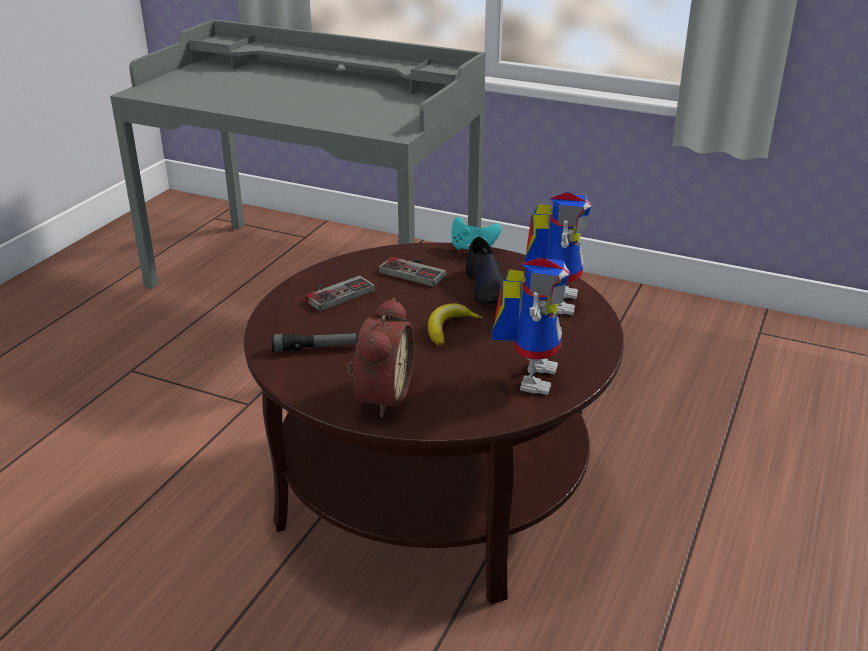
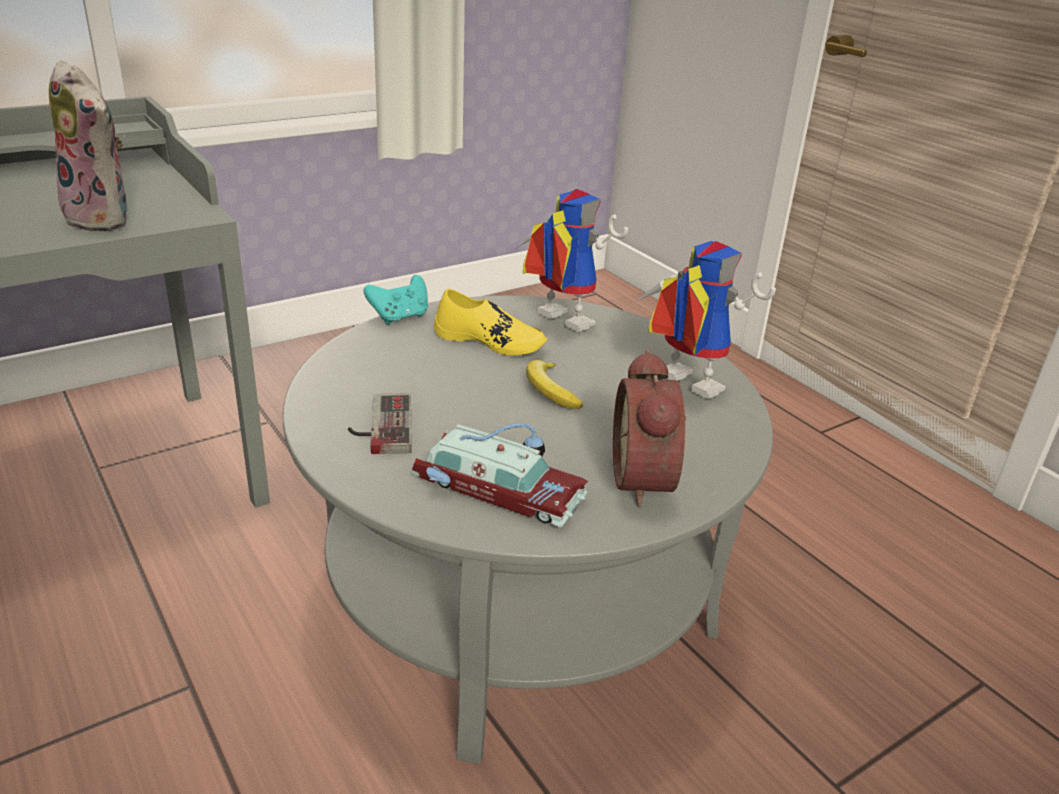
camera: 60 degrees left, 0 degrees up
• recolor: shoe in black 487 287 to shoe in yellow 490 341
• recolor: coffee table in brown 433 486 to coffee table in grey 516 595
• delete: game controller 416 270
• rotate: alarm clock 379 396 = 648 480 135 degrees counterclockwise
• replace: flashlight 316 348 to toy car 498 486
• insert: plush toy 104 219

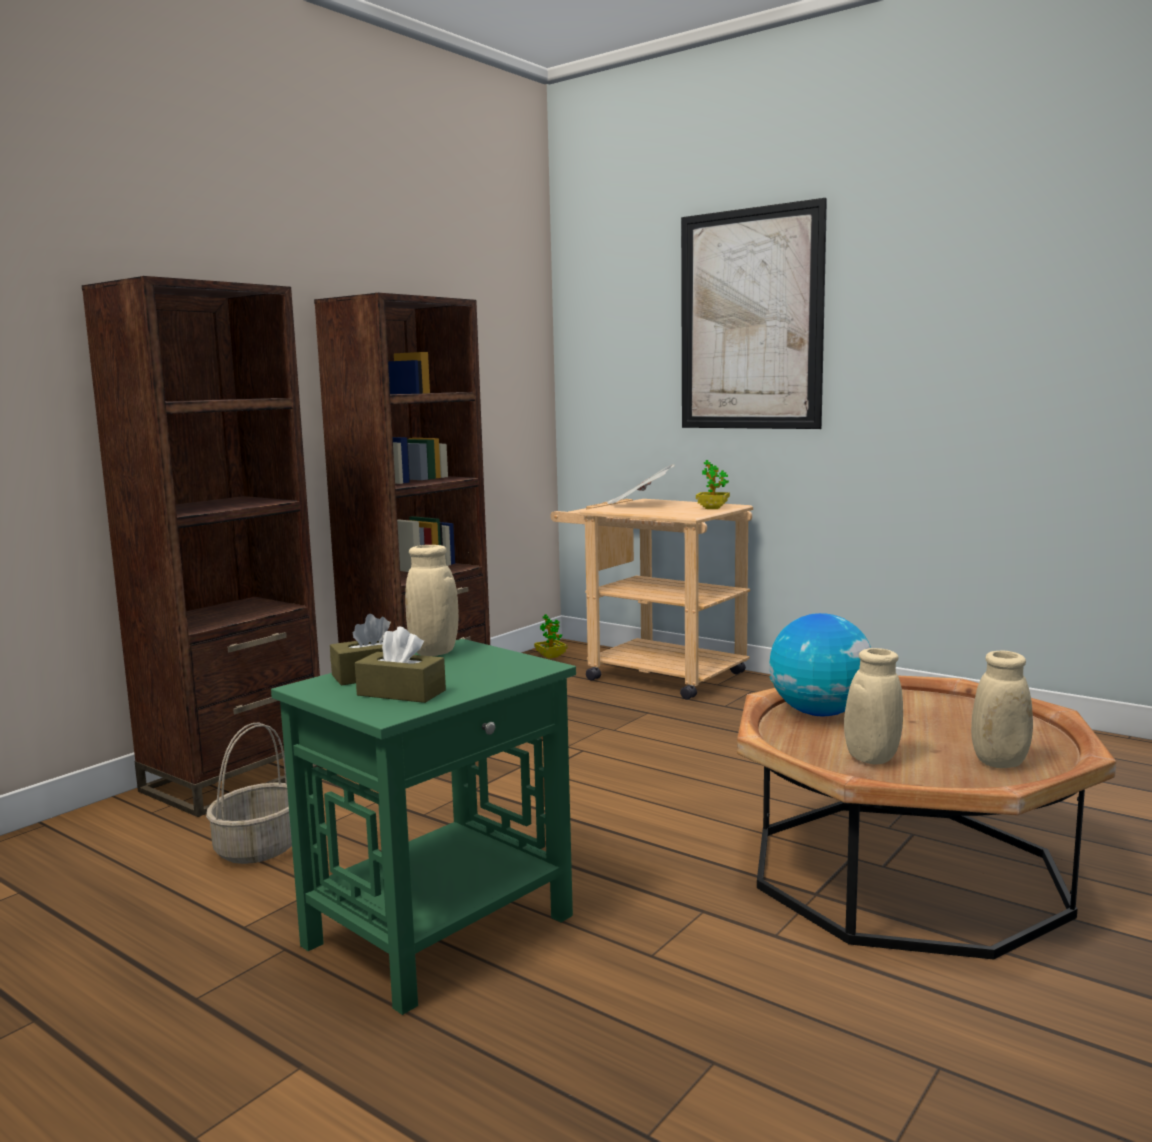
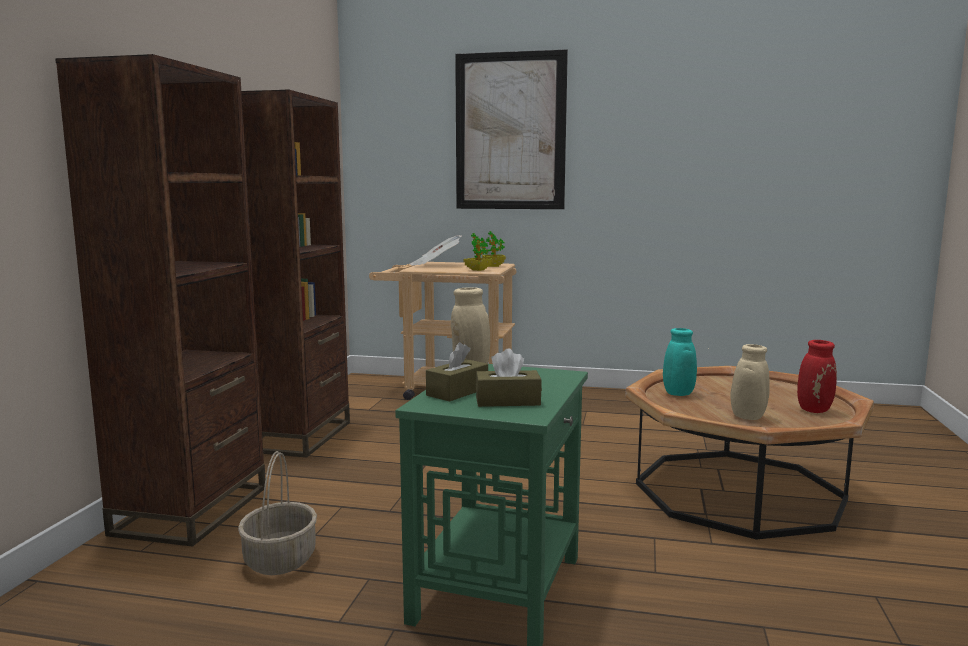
camera: 25 degrees left, 0 degrees up
• replace: globe 819 713 to vase in turquoise 677 395
• move: potted plant 551 656 to 478 270
• recolor: vase in beige 1002 763 to vase in red 814 410

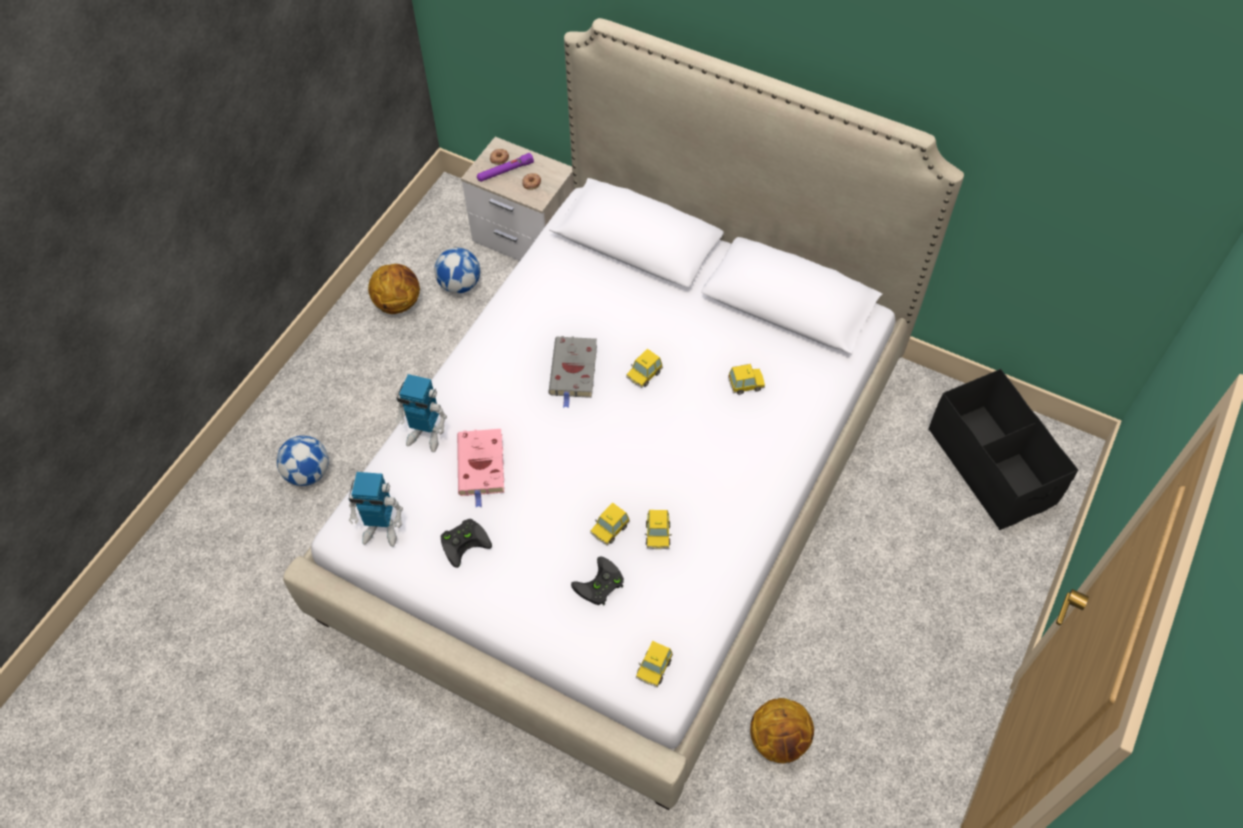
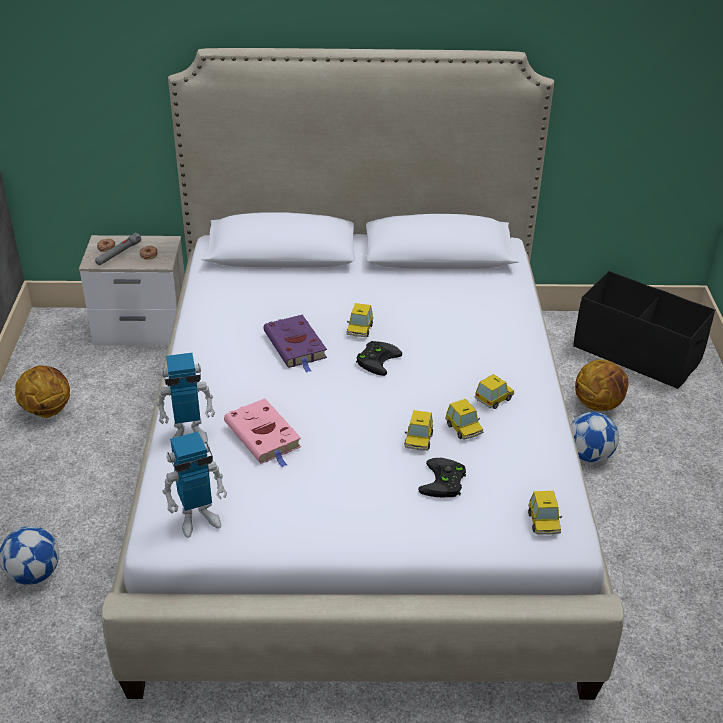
camera: 30 degrees left, 20 degrees down
• recolor: flashlight in purple 505 171 to flashlight in grey 118 253
• move: football 460 284 to 589 455
• recolor: book in grey 573 372 to book in purple 296 346
• move: toy car 746 384 to 494 399
• move: game controller in black 465 541 to 377 359
• move: basketball 779 740 to 598 404

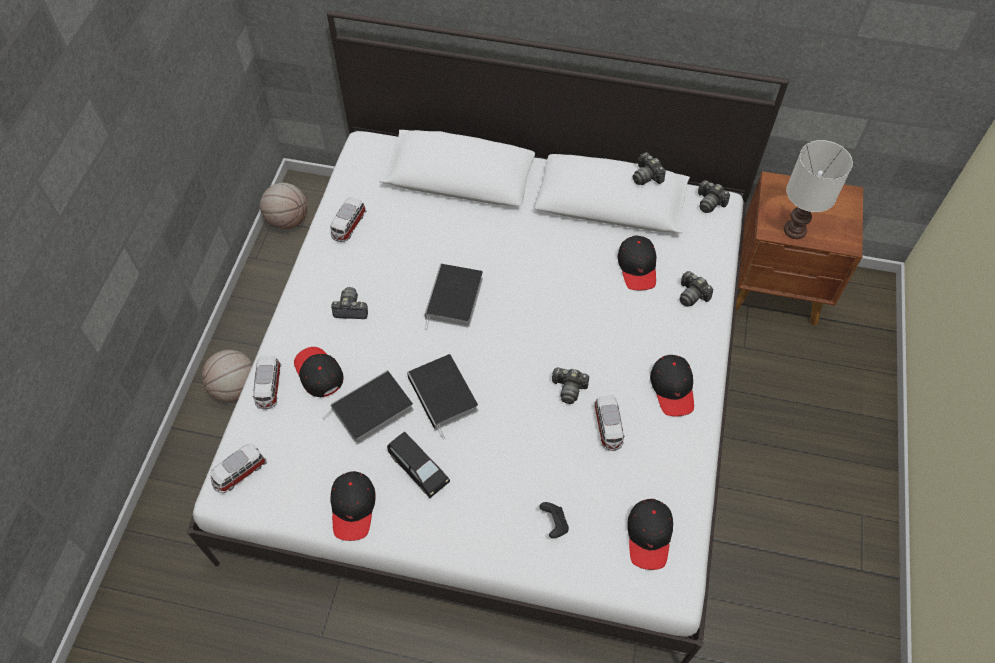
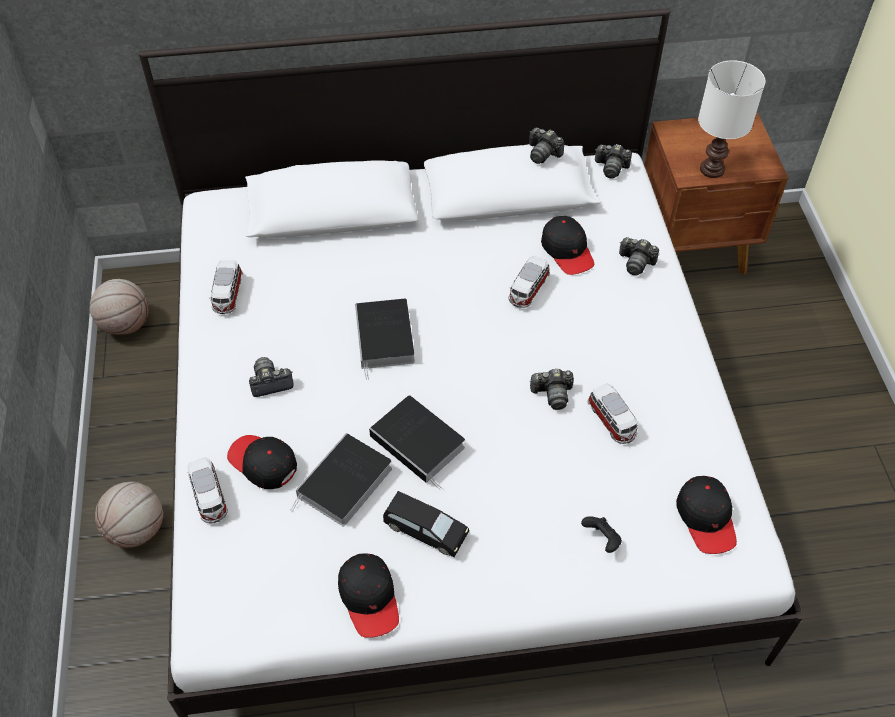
camera: 20 degrees left, 5 degrees down
• delete: cap in black 672 388
• move: toy car 239 473 to 528 290

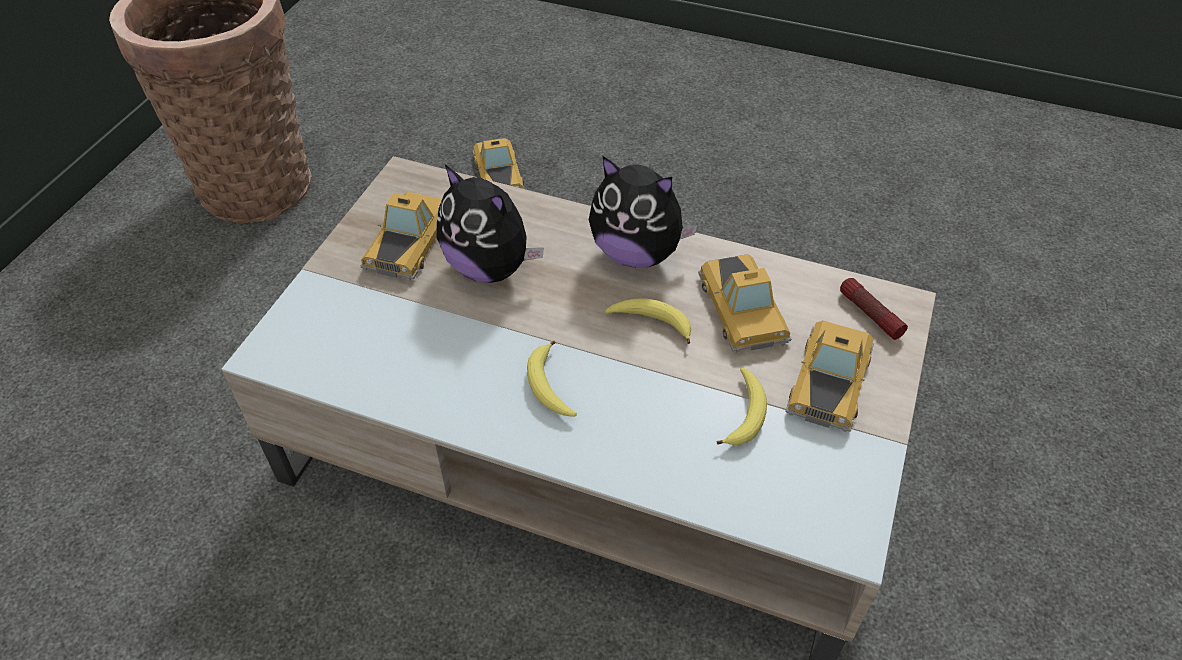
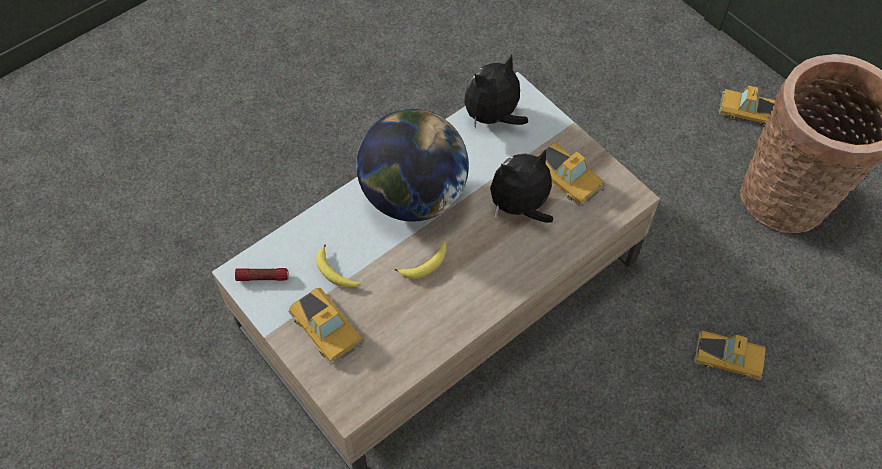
camera: 120 degrees right, 10 degrees up
• move: plush toy 636 253 to 493 117
• move: toy car 742 310 to 747 110
• move: flashlight 870 314 to 263 277
• replace: banana 550 386 to globe 413 196

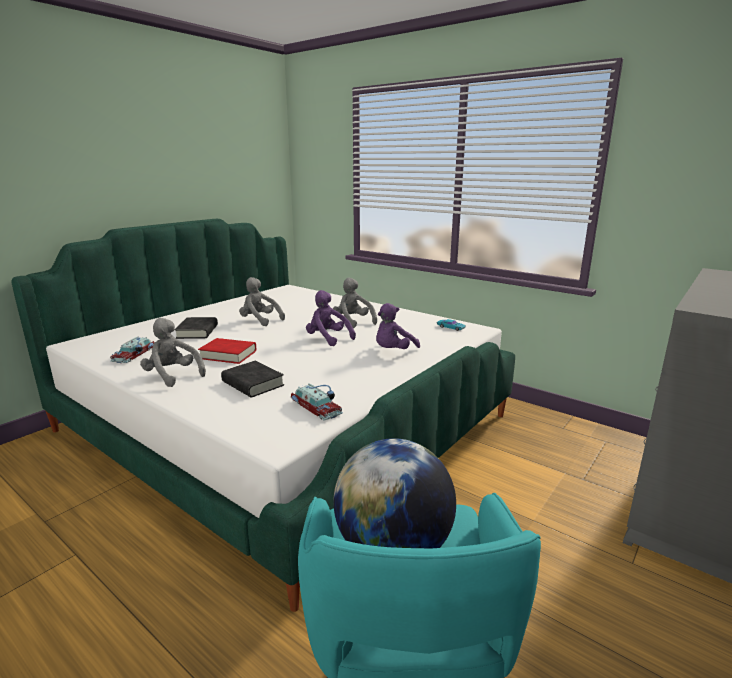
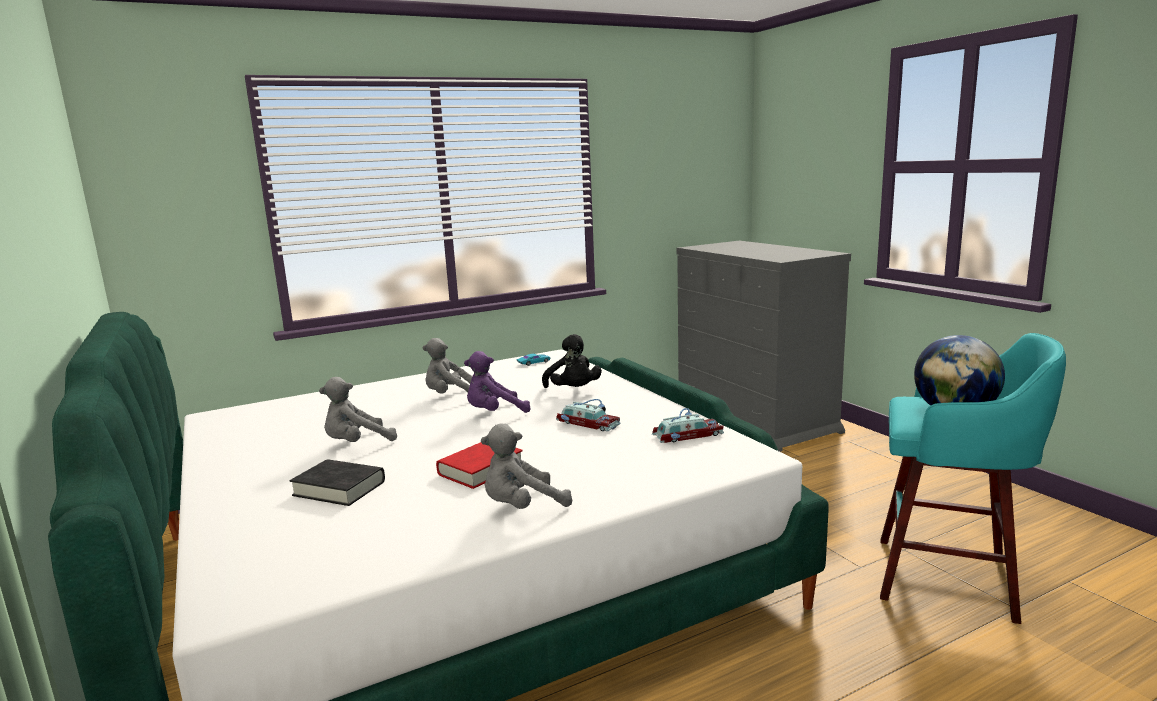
camera: 65 degrees left, 5 degrees down
• recolor: plush toy in purple 393 351 to plush toy in black 573 391
• move: toy car 135 354 to 588 423
• delete: book in black 252 384

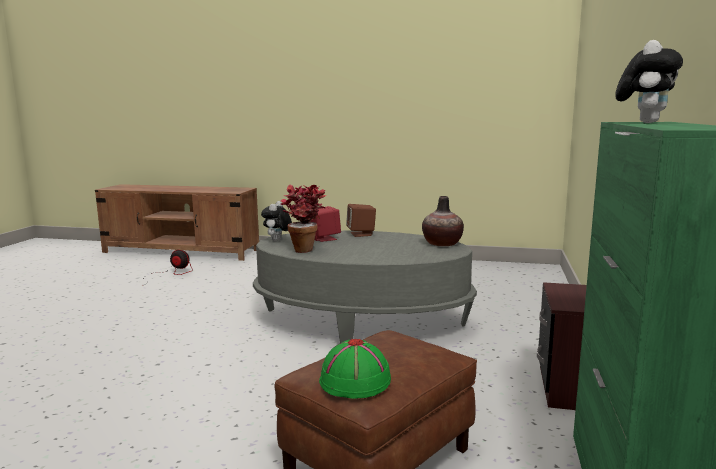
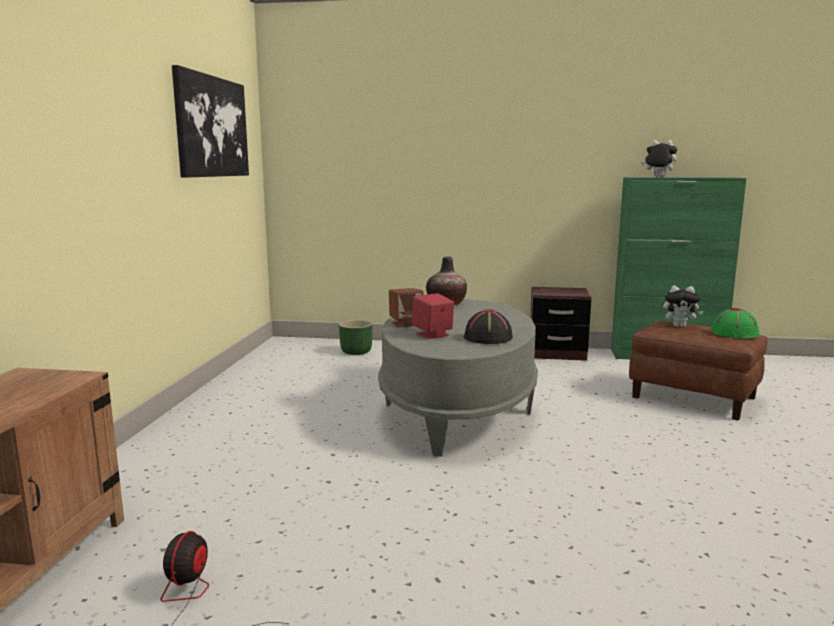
camera: 95 degrees left, 0 degrees up
• replace: potted plant 305 249 to hat in black 488 338
• move: plush toy 277 240 to 680 326
• insert: picture 212 127
• insert: planter in green 356 352

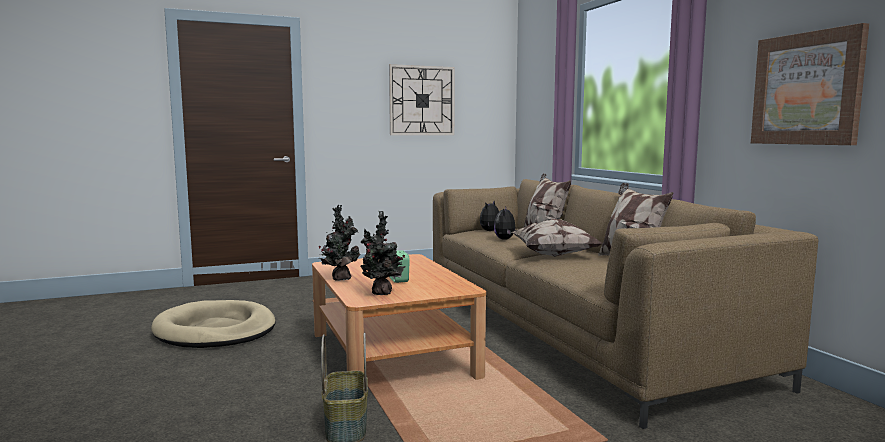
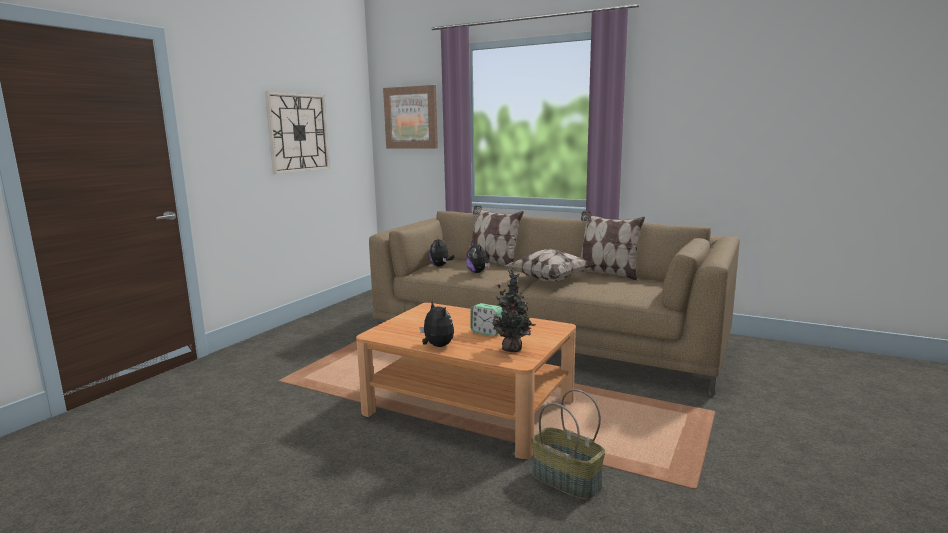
camera: 40 degrees left, 5 degrees up
• move: picture 807 89 to 411 117
• replace: potted plant 340 278 to plush toy 437 346
• delete: dog bed in beige 215 330

